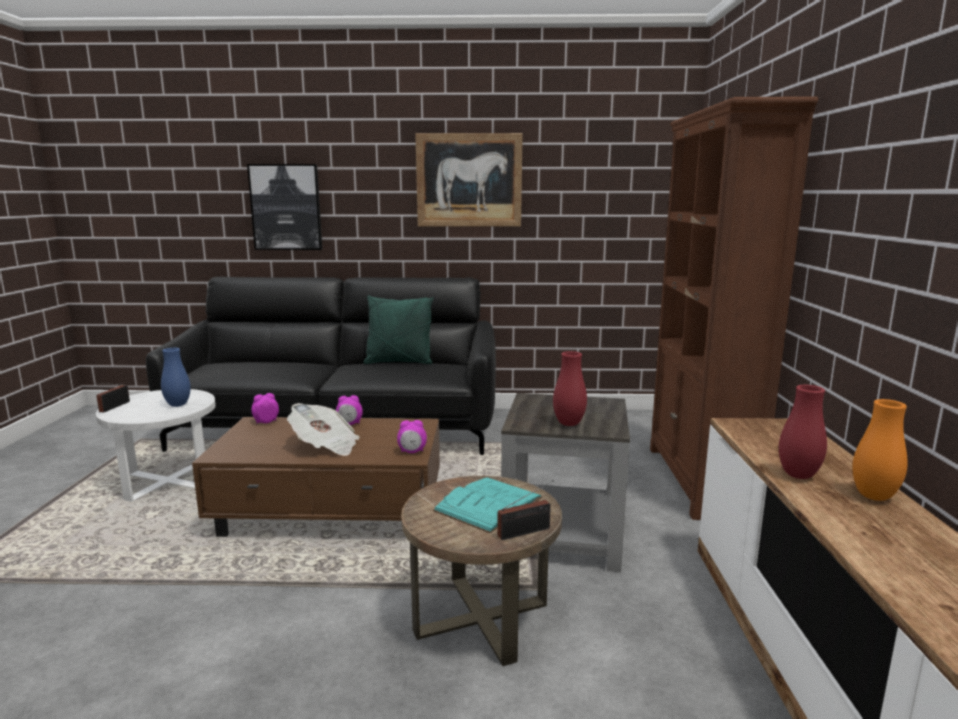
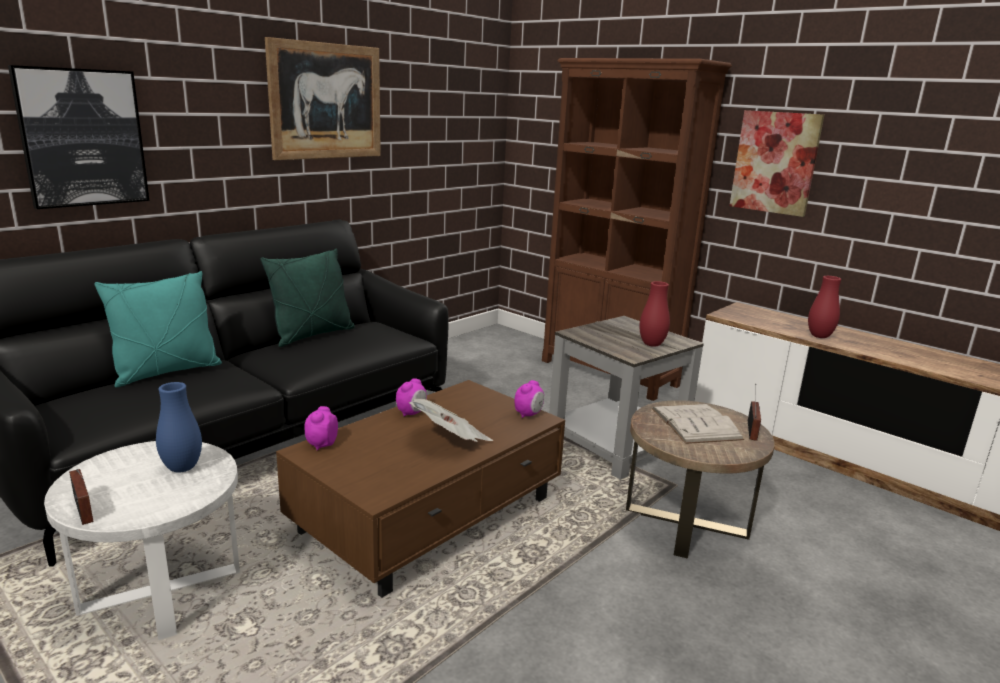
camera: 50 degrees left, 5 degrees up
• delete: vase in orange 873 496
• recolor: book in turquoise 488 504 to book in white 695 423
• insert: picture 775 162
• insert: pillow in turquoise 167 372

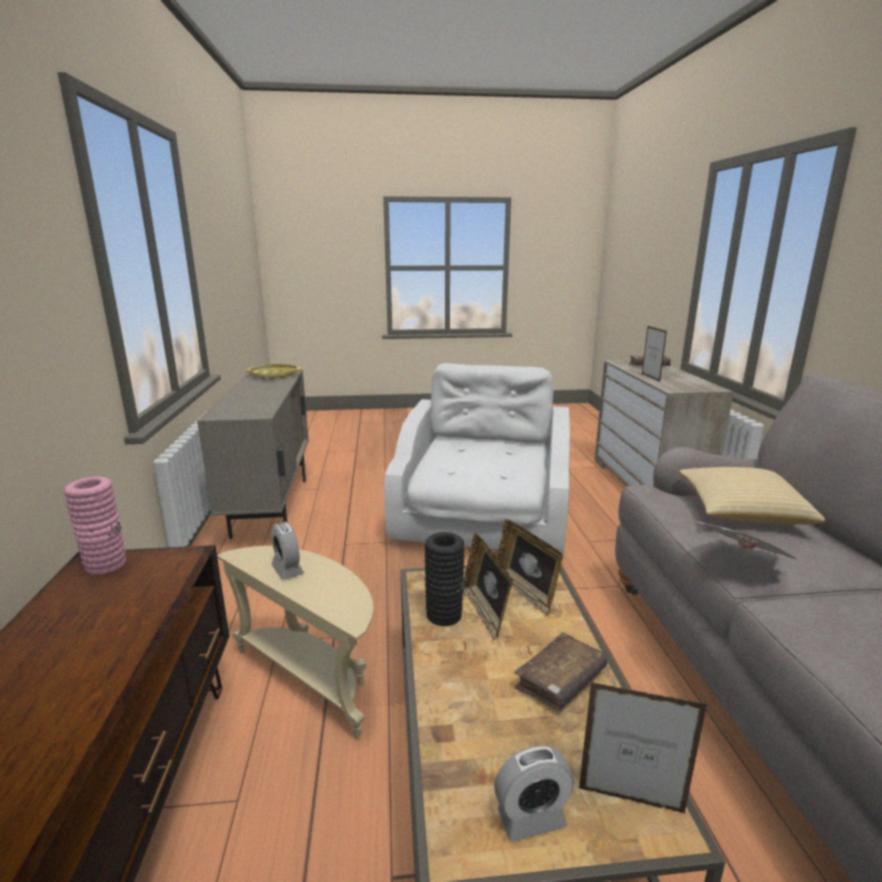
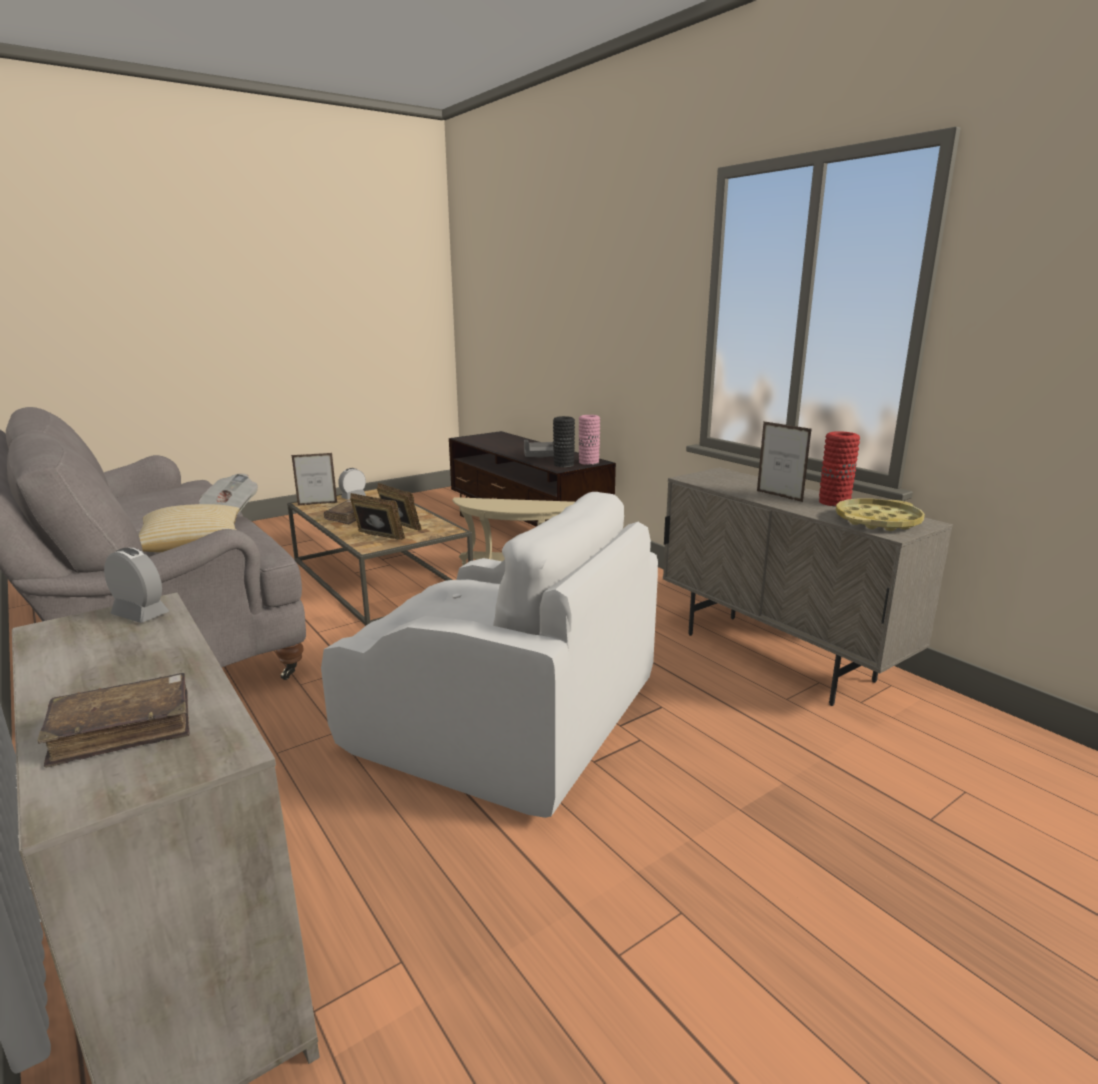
camera: 150 degrees right, 0 degrees up
• move: picture frame 650 377 to 779 496
• rotate: armchair in white 482 521 = 499 719 45 degrees counterclockwise
• move: alarm clock 287 569 to 140 614
• move: vase in black 444 615 to 563 464
• insert: vase in red 834 502
• insert: tray in grey 540 456

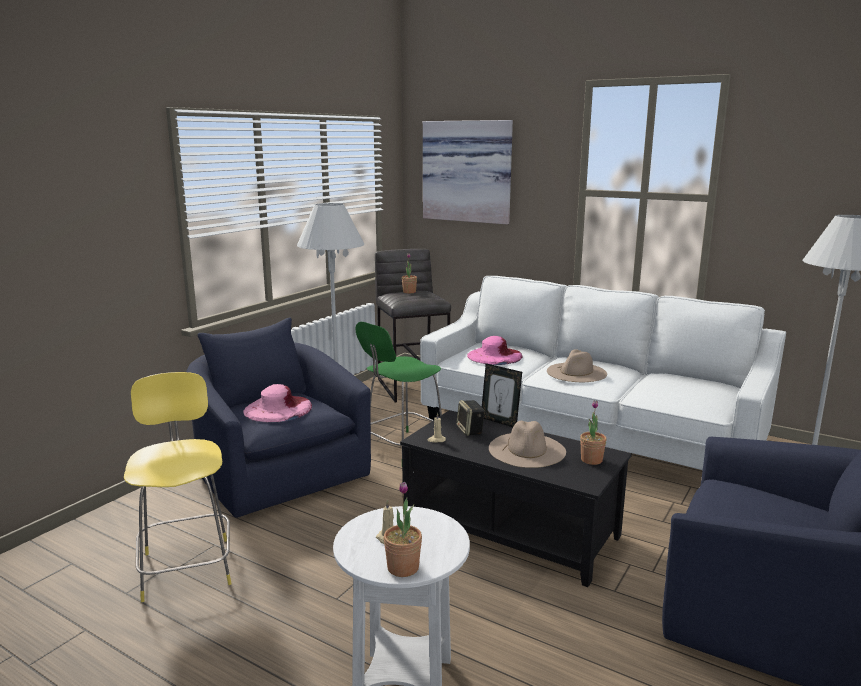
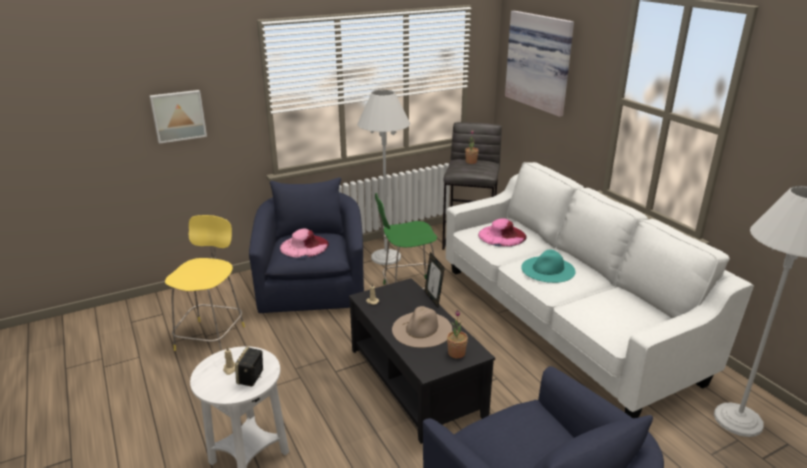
camera: 30 degrees right, 10 degrees up
• recolor: hat in beige 576 372 to hat in turquoise 548 269
• move: speaker 470 430 to 251 378
• delete: potted plant 403 568
• insert: picture 178 115

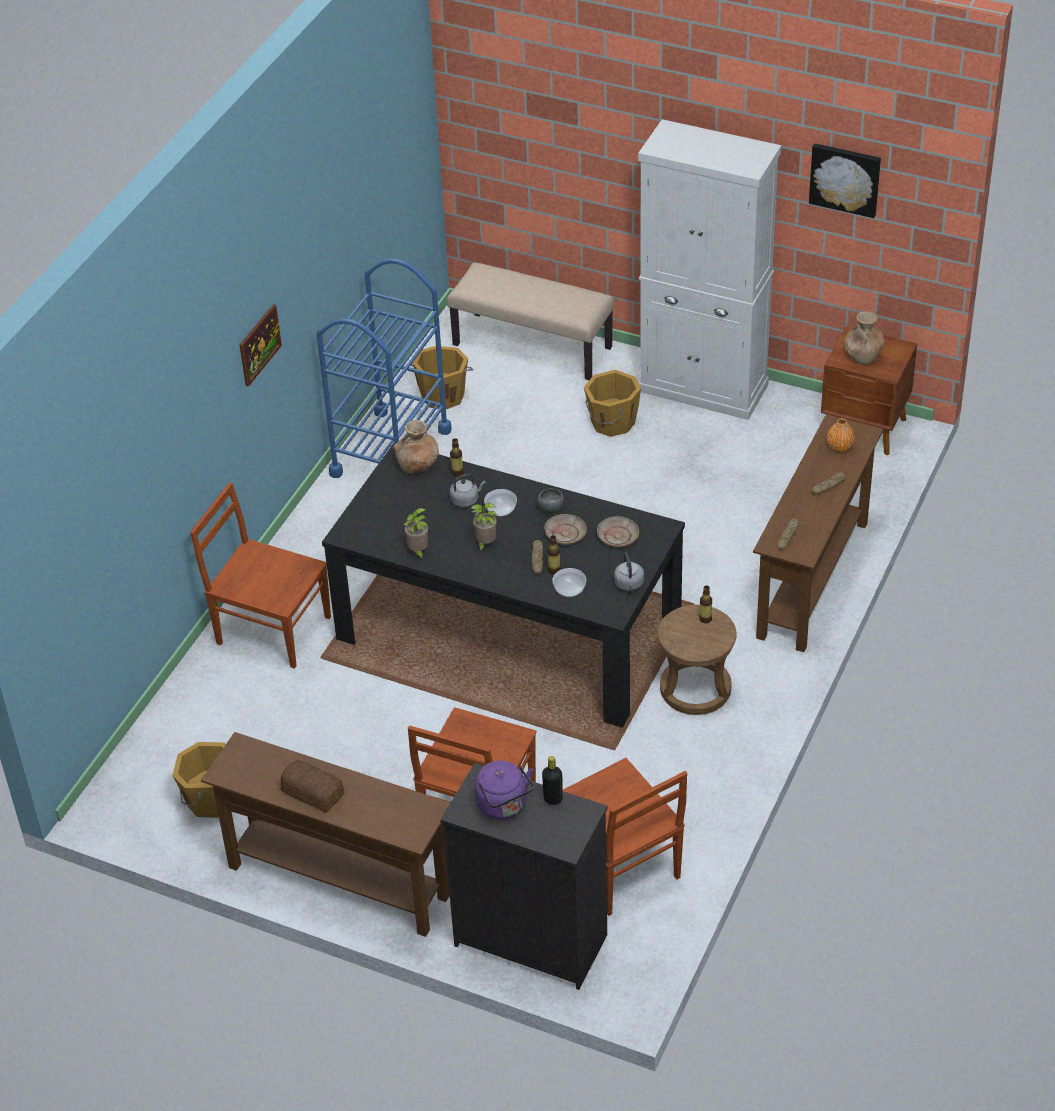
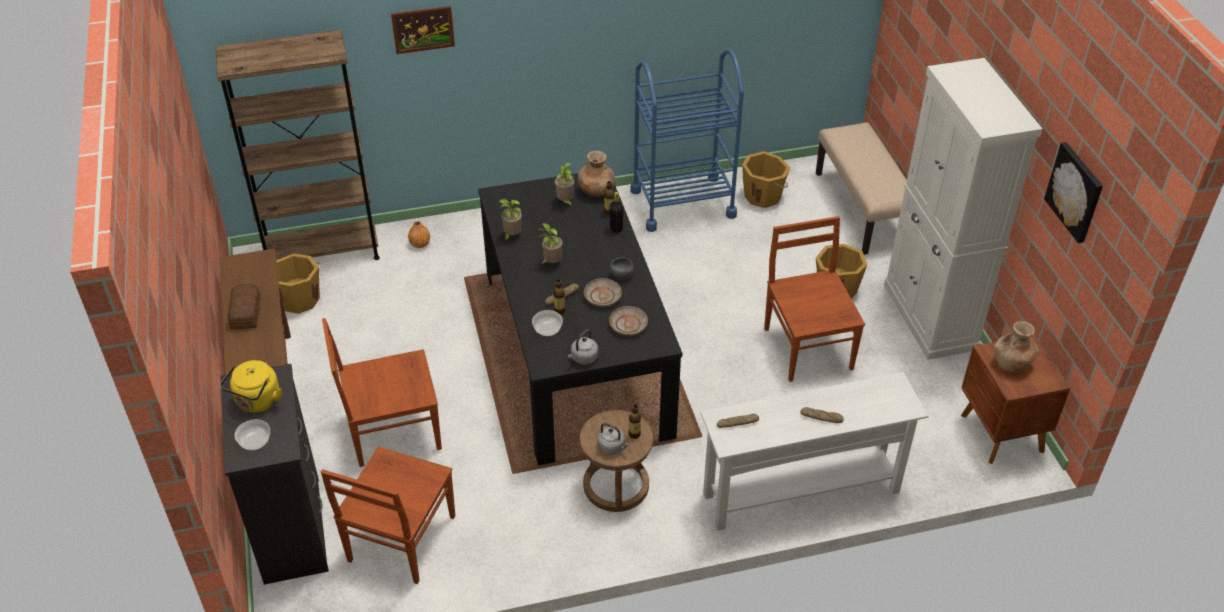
camera: 50 degrees right, 0 degrees up
• move: picture 259 344 to 423 29
• recolor: console table in brown 813 579 to console table in white 801 493
• move: vase in orange 839 447 to 420 244
• move: kettle in grey 466 500 to 612 447
• move: chair in brown 271 629 to 807 346
• move: bowl 500 509 to 254 441
• move: bottle in black 553 798 to 616 229
• recolor: kettle in purple 504 806 to kettle in yellow 257 402
• insert: bookcase in brown 322 252
• insert: potted plant 565 202

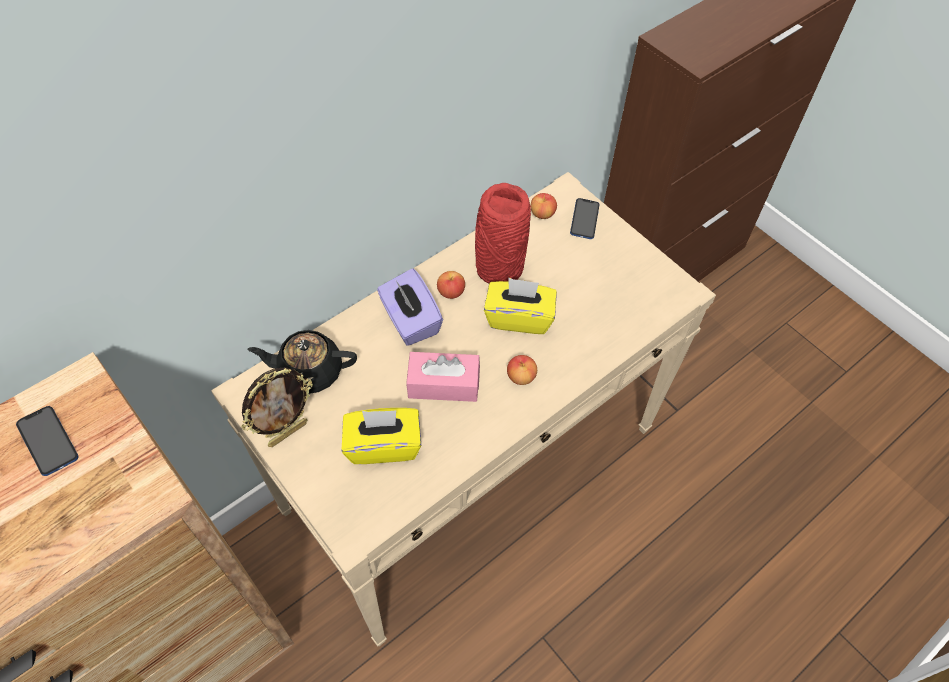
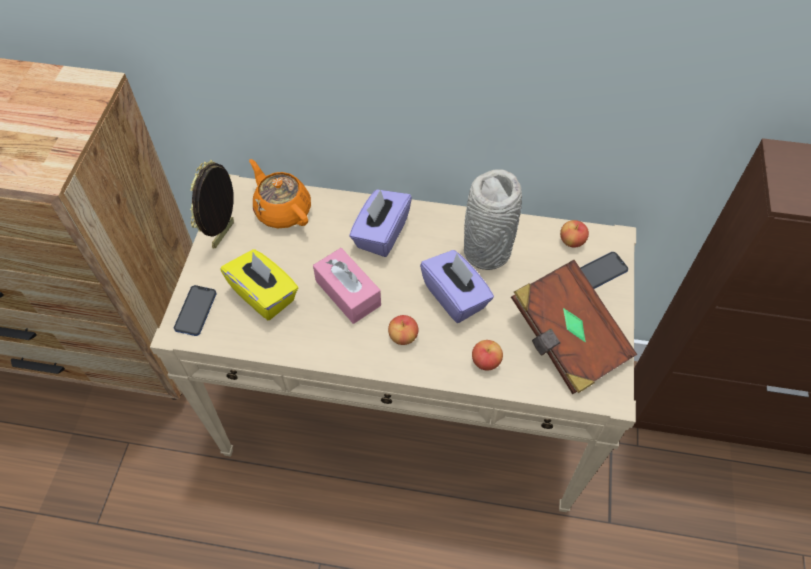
camera: 50 degrees right, 0 degrees up
• recolor: vase in red 498 268 to vase in grey 486 251
• move: apple 451 292 to 486 361
• recolor: tissue box in yellow 519 318 to tissue box in purple 455 297
• recolor: teapot in black 309 371 to teapot in orange 282 210
• rotate: picture frame 287 433 = 225 235 105 degrees clockwise
• move: phone 48 441 to 196 311
• insert: book in brown 567 339

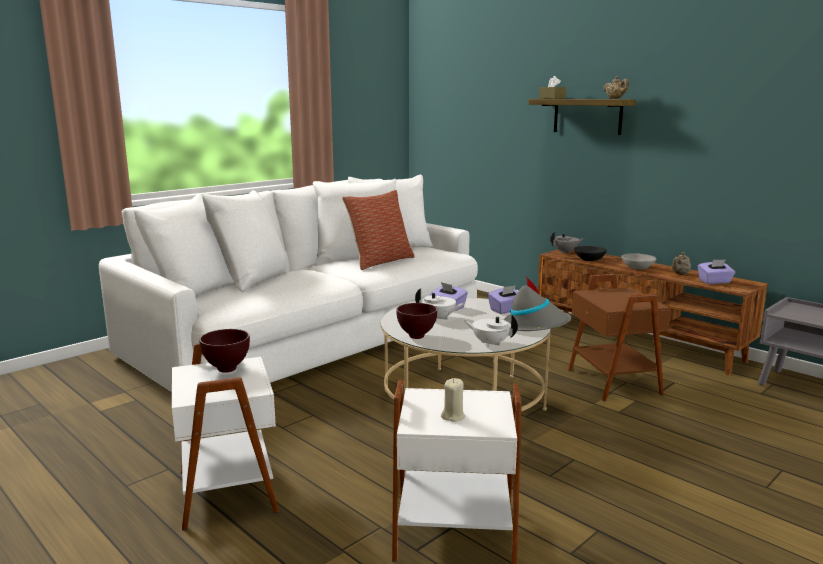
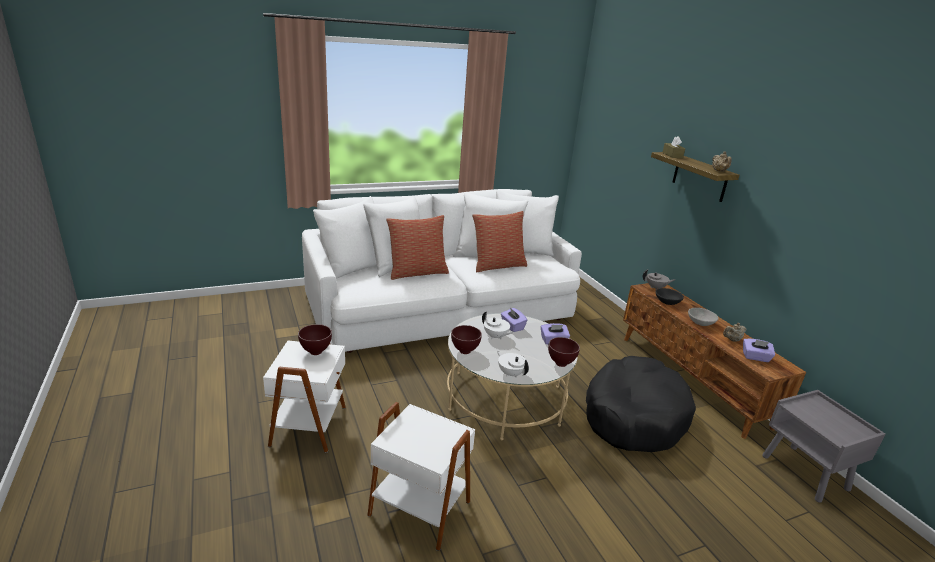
camera: 20 degrees right, 10 degrees up
• replace: side table in brown 612 382 to dog bed in black 634 415
• replace: hat in grey 536 325 to bowl in brown 561 364
• delete: candle in beige 453 416
• insert: pillow 417 272

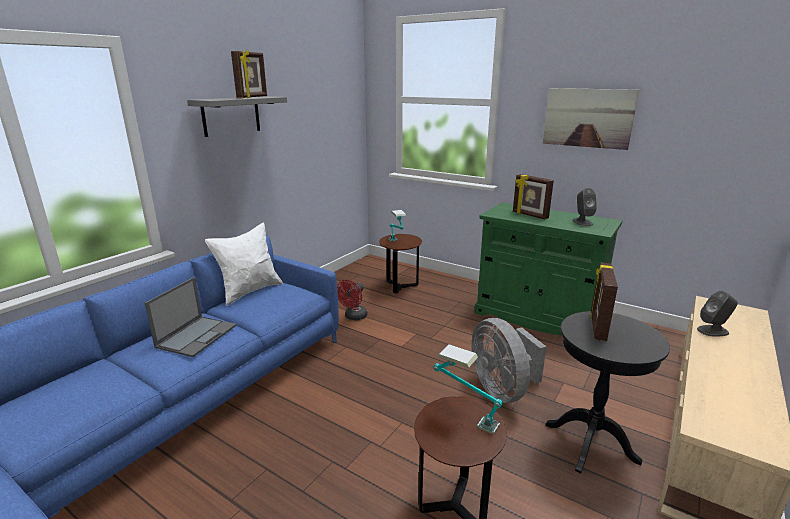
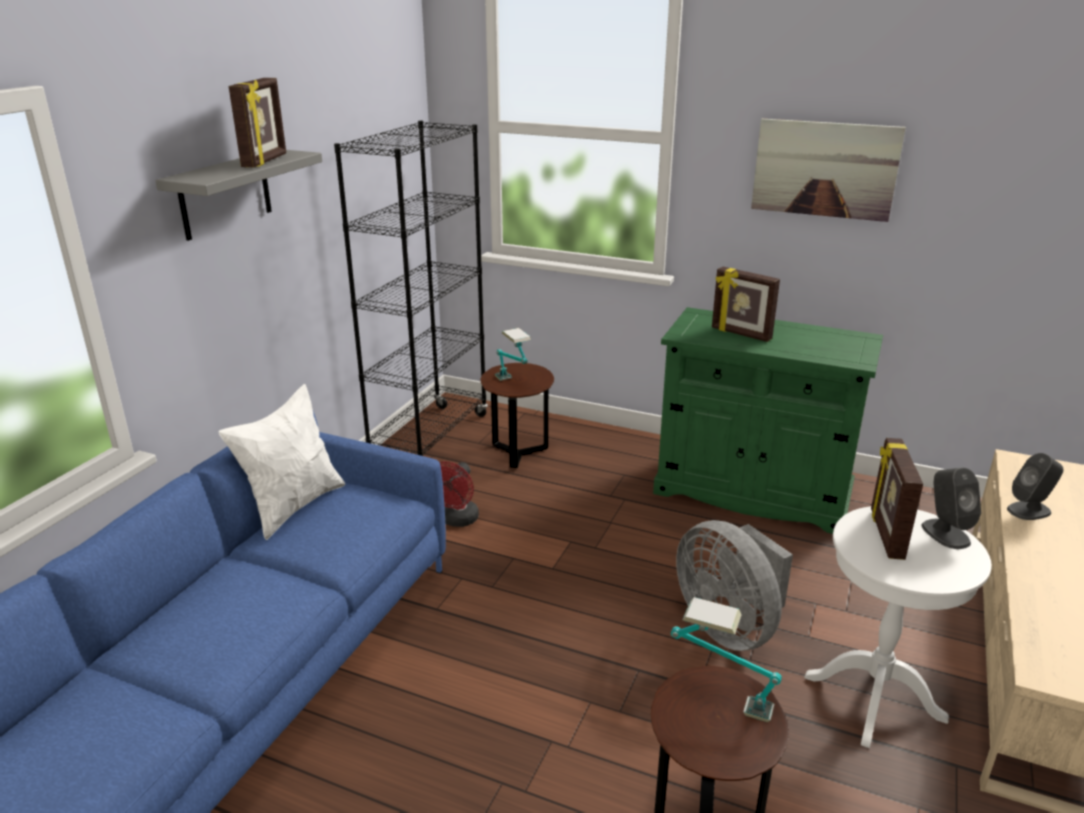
camera: 10 degrees left, 5 degrees up
• move: speaker in grey 582 222 to 945 533
• delete: laptop 197 335
• recolor: side table in black 591 442 to side table in white 874 697
• insert: bookcase in black 430 439

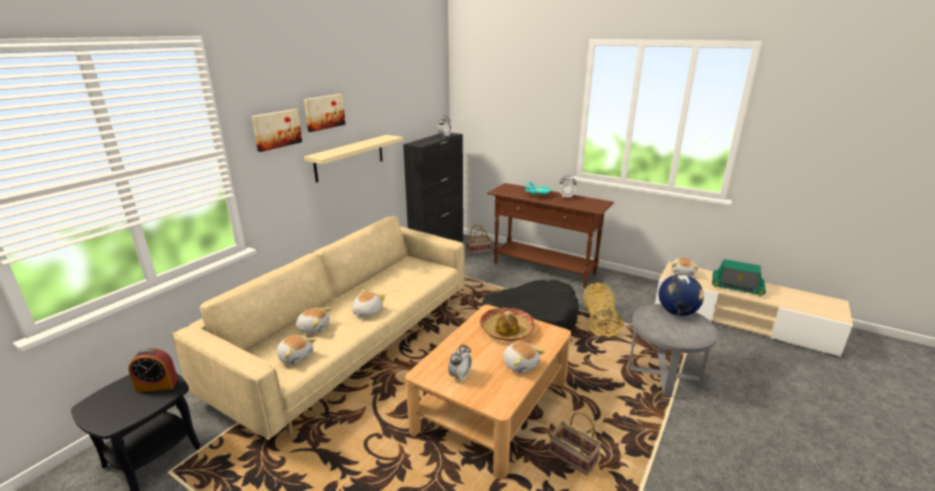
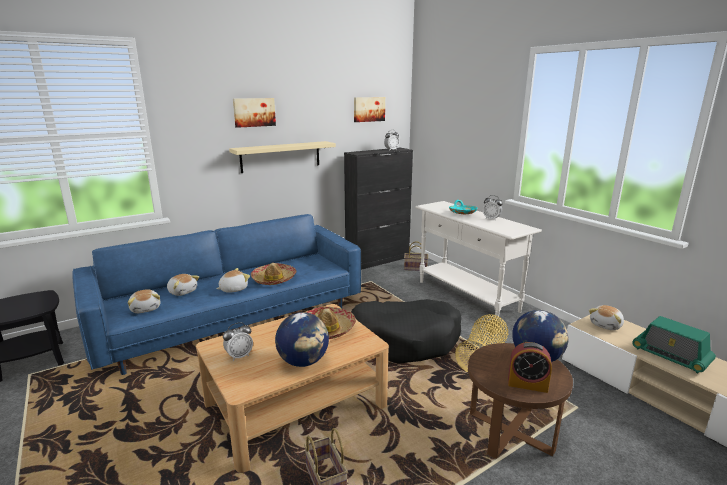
camera: 25 degrees right, 5 degrees down
• move: picture 276 129 to 368 109
• recolor: console table in brown 544 269 to console table in white 467 296
• recolor: sofa in beige 351 345 to sofa in blue 232 320
• recolor: side table in grey 663 374 to side table in brown 510 432
• replace: plush toy 520 364 to globe 303 362
• move: alarm clock 157 385 to 527 384
• insert: hat 274 279

